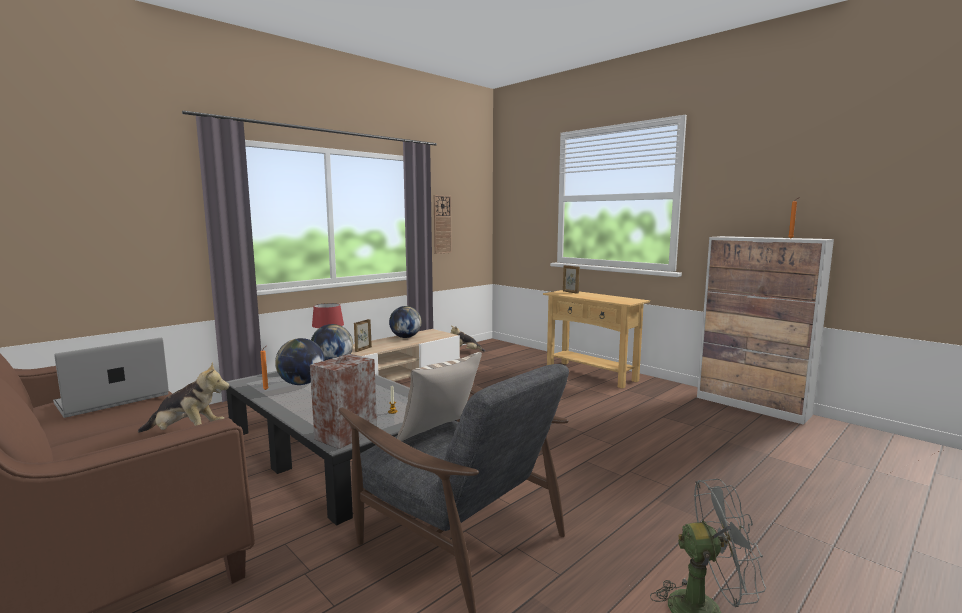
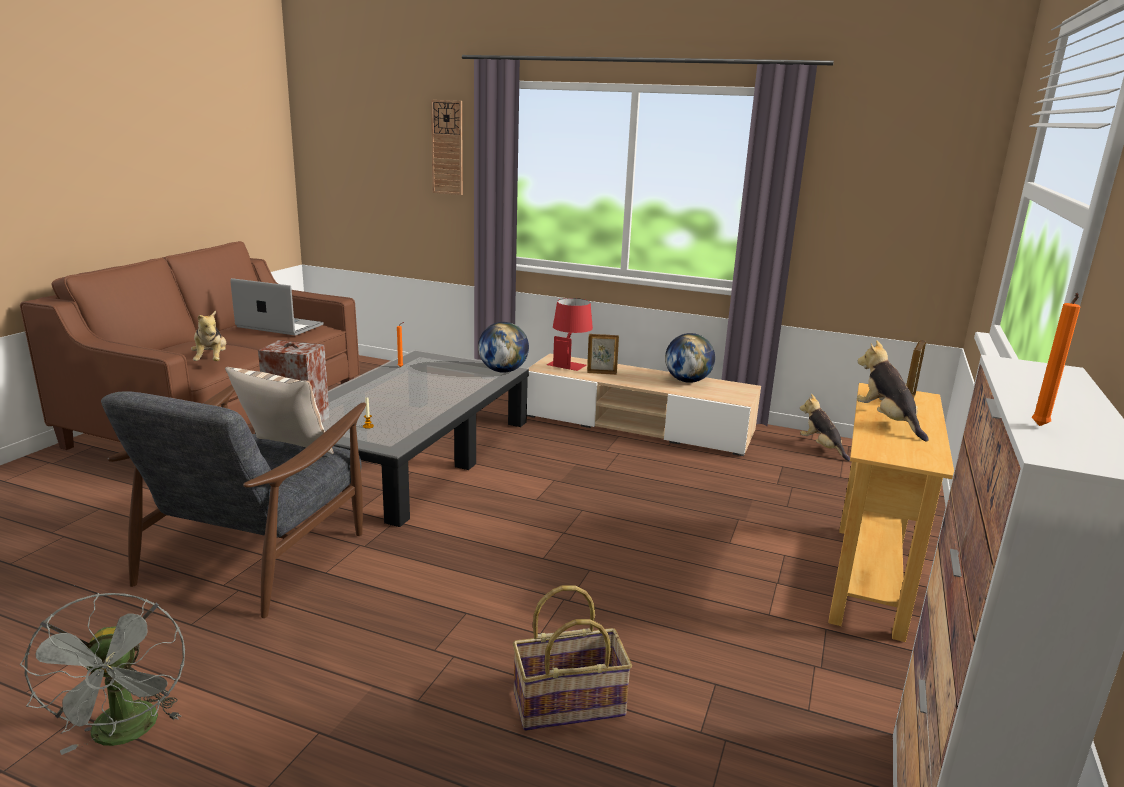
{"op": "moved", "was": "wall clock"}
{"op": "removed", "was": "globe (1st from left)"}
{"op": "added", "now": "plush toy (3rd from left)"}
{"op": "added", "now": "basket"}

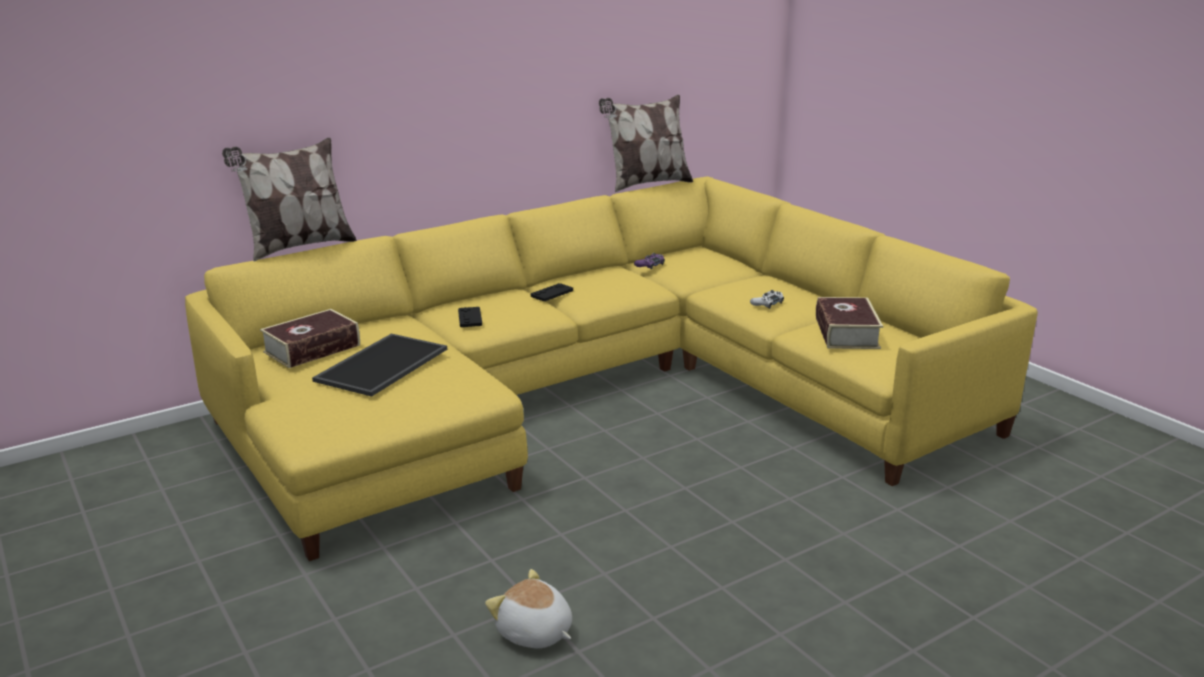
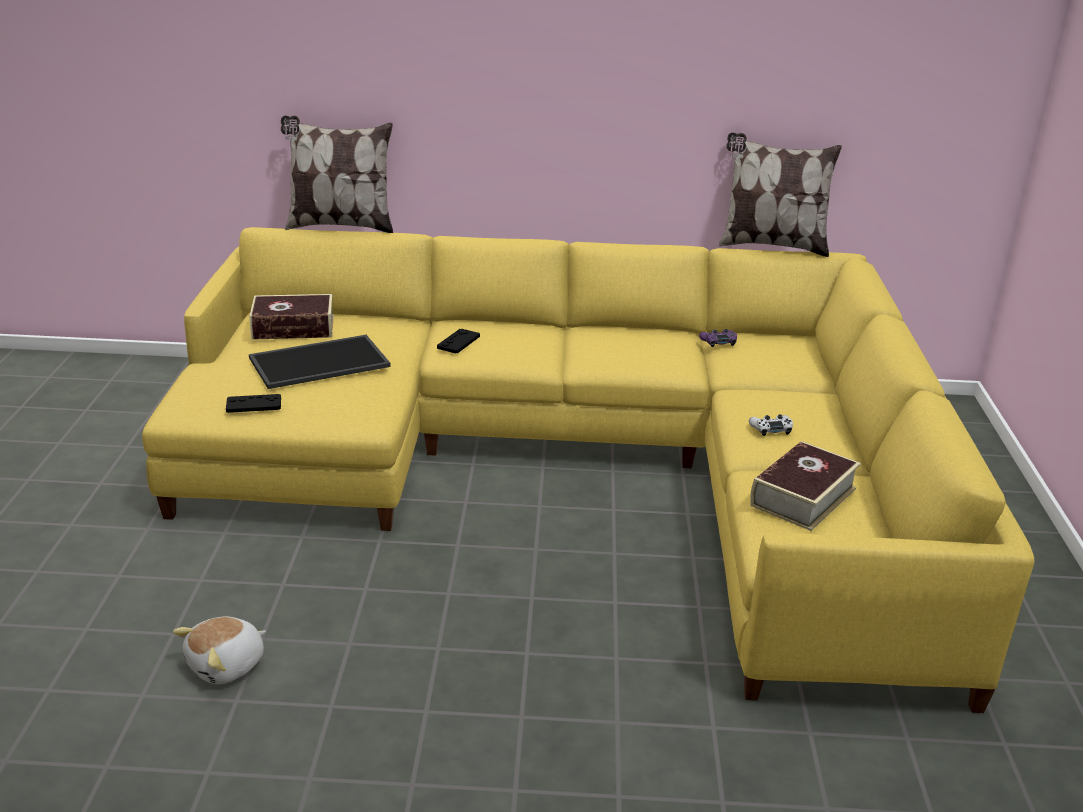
{"op": "moved", "was": "black game controller (2nd from left in the first image)", "now": "black game controller (1st from left)"}
{"op": "turned", "was": "plush toy", "clockwise": -120}

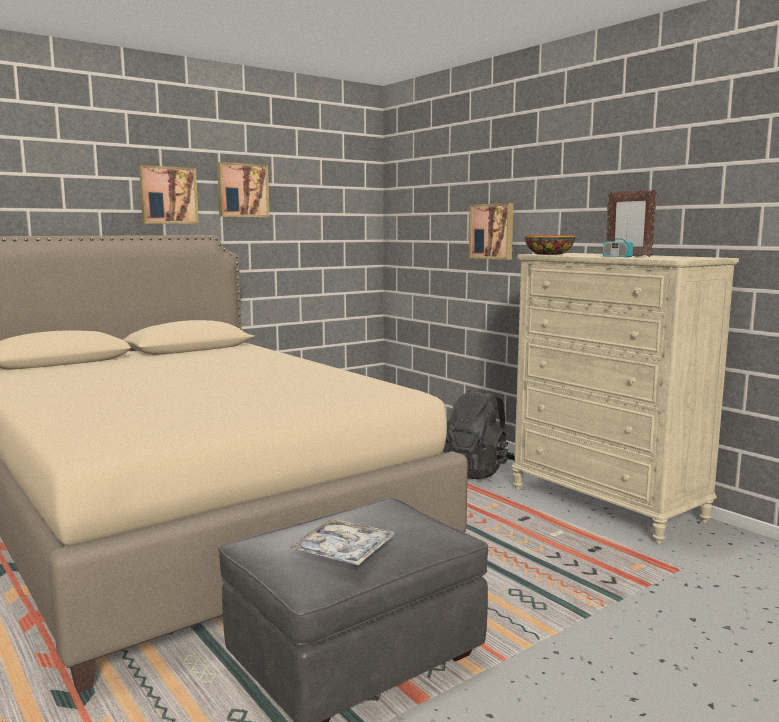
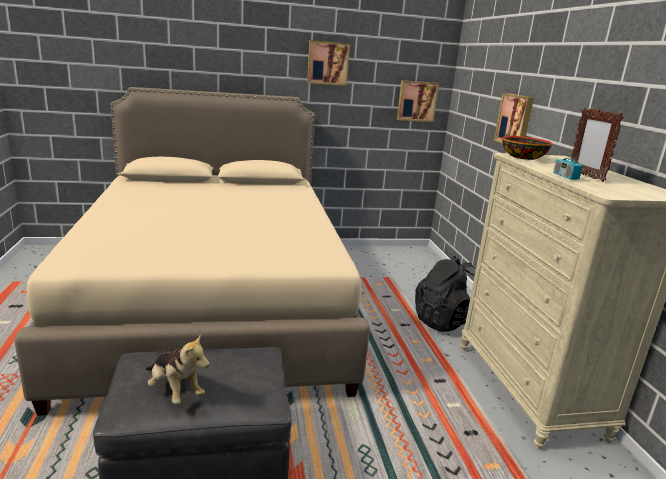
{"op": "moved", "was": "picture (1st from left in the first image)", "now": "picture (2nd from left)"}
{"op": "replaced", "was": "tray", "now": "plush toy"}

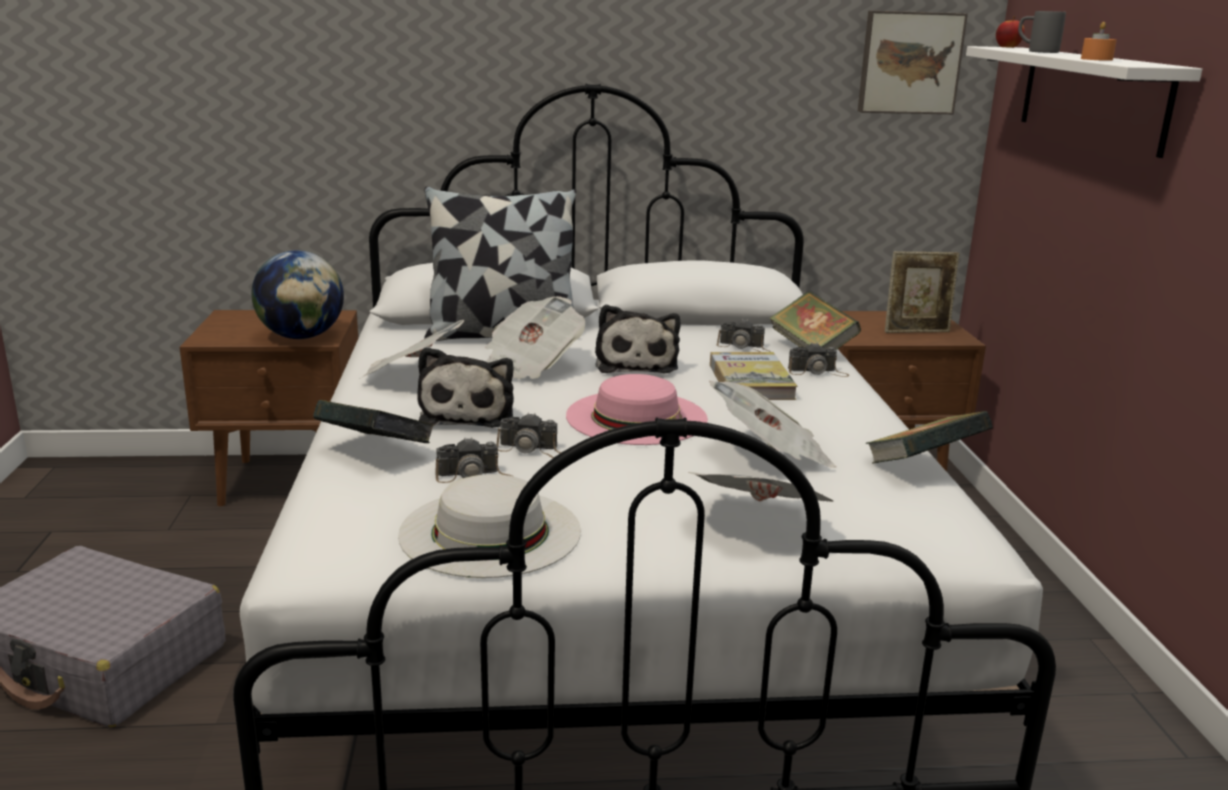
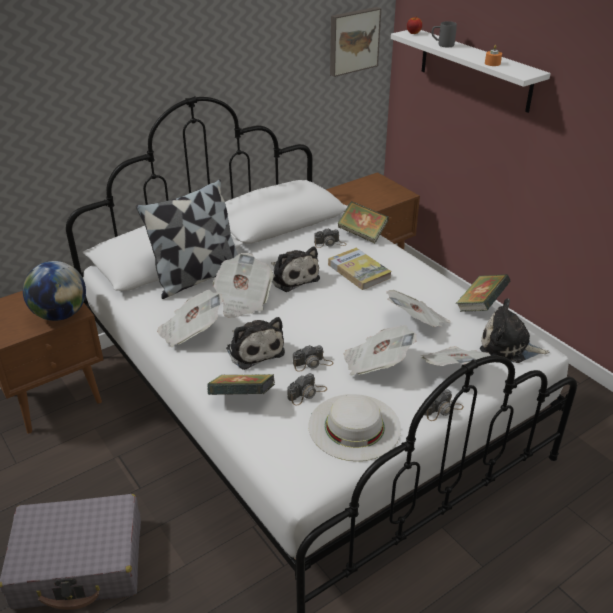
{"op": "removed", "was": "picture frame"}
{"op": "moved", "was": "photo camera (4th from left)"}
{"op": "removed", "was": "pink hat"}
{"op": "added", "now": "plush toy (3rd from left)"}
{"op": "added", "now": "newspaper (3rd from left)"}

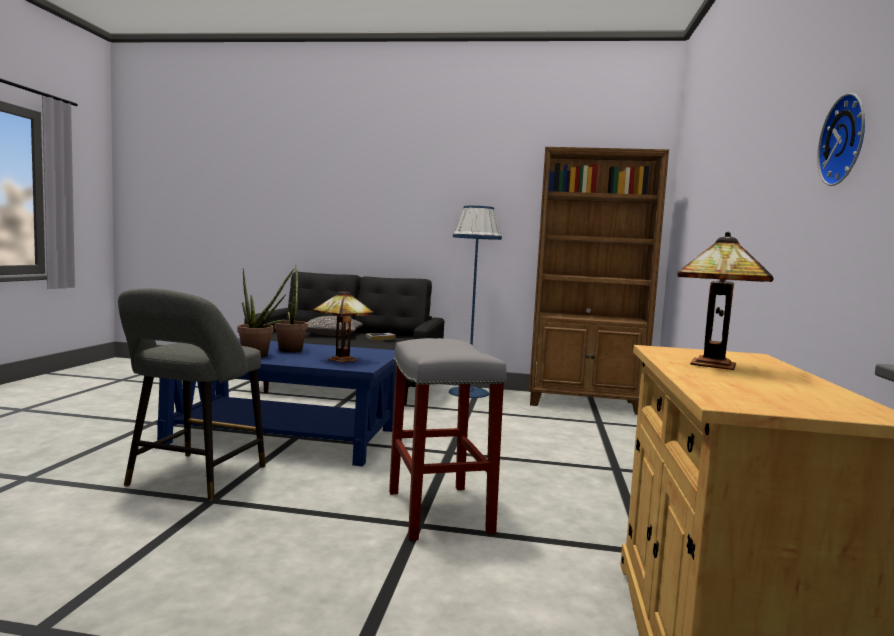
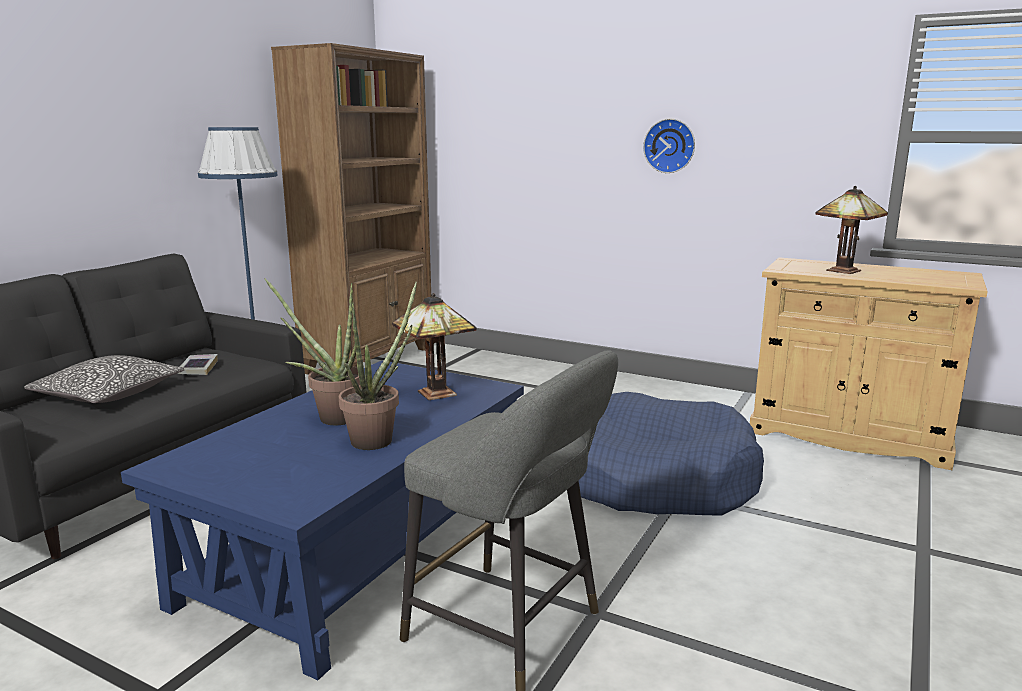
{"op": "moved", "was": "wall clock"}
{"op": "replaced", "was": "grey stool (2nd from left)", "now": "blue dog bed"}

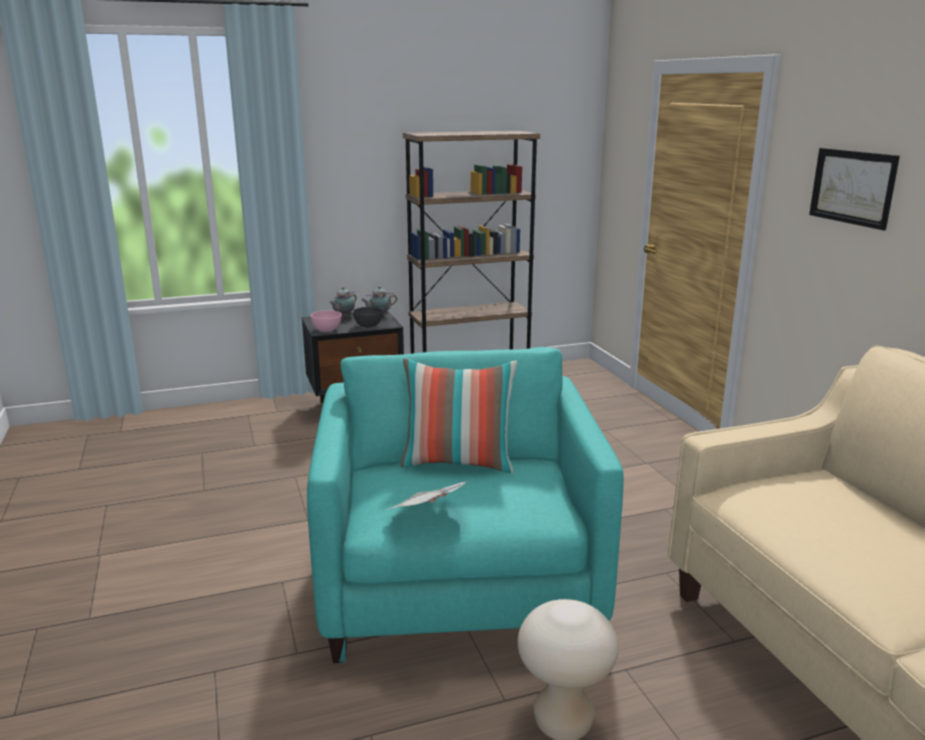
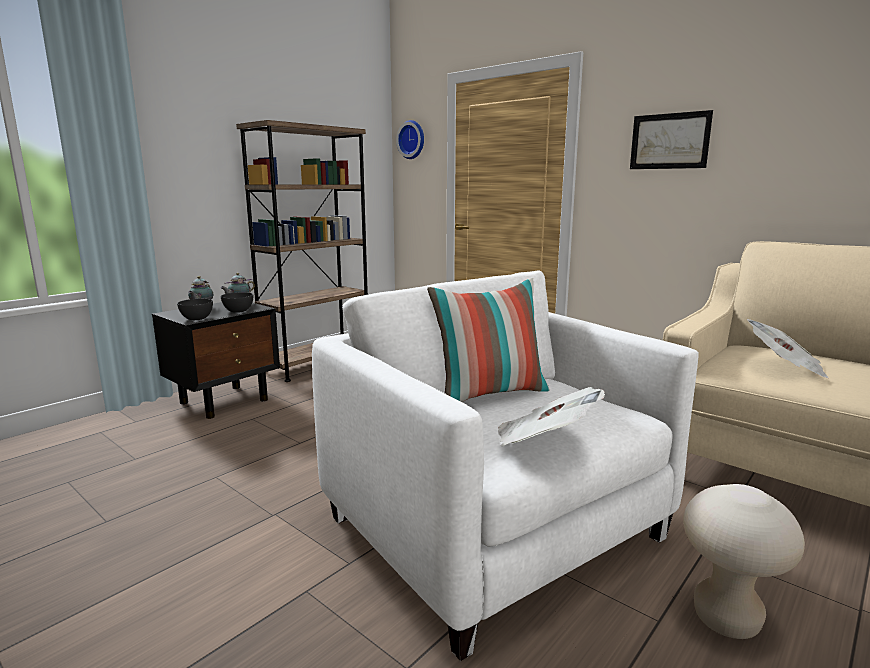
{"op": "recoloured", "was": "pink bowl", "now": "grey bowl (1st from left)"}
{"op": "recoloured", "was": "turquoise armchair", "now": "white armchair"}
{"op": "added", "now": "wall clock"}
{"op": "added", "now": "newspaper (2nd from left)"}

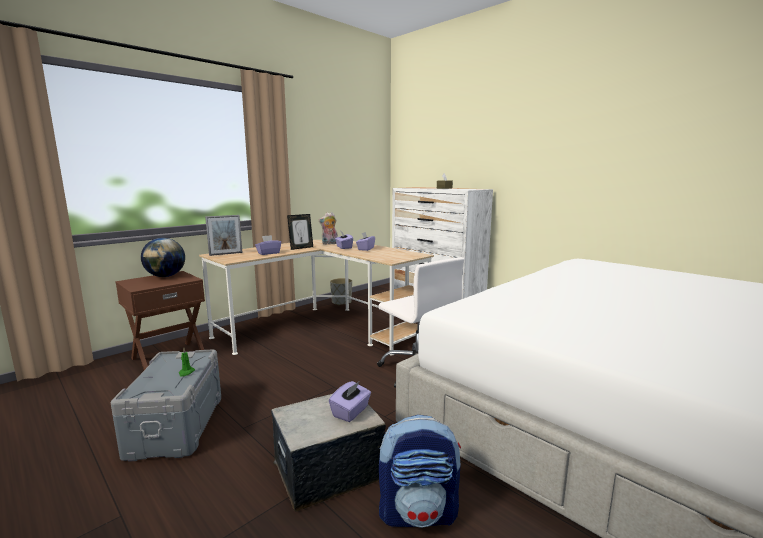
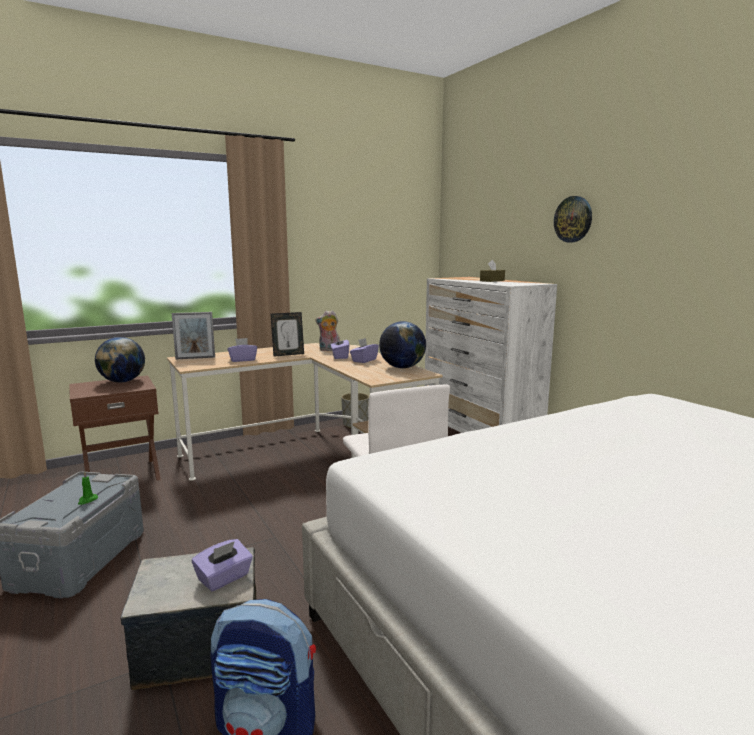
{"op": "added", "now": "wall clock"}
{"op": "added", "now": "globe (2nd from left)"}

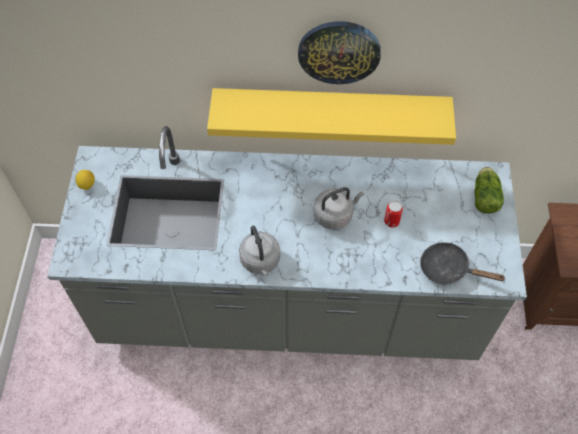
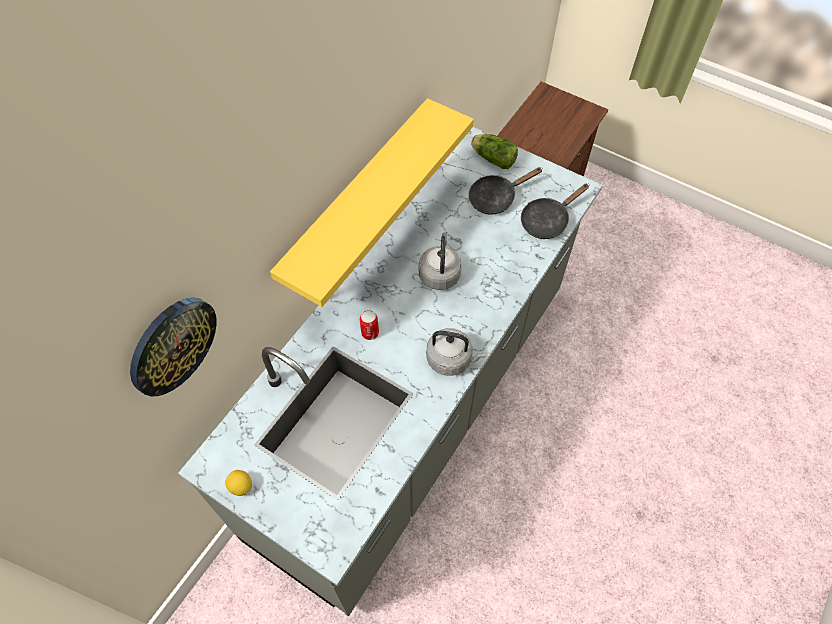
{"op": "moved", "was": "wall clock"}
{"op": "moved", "was": "can"}
{"op": "added", "now": "black frying pan (1st from left)"}

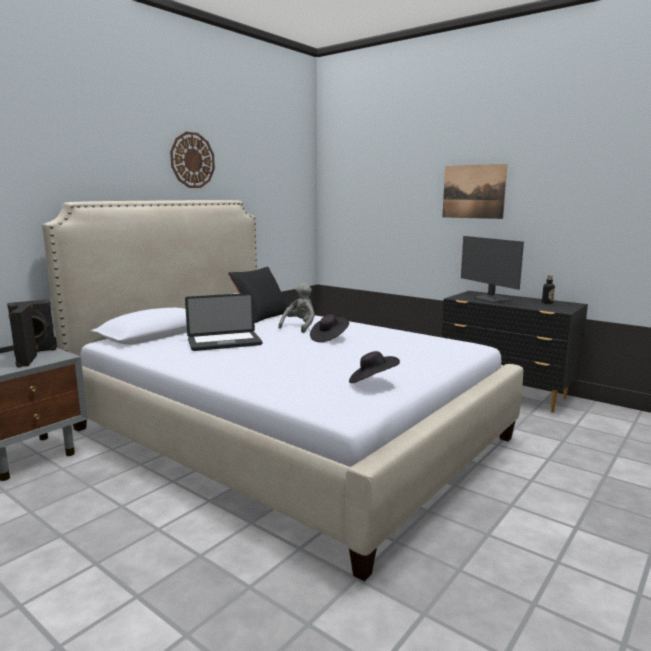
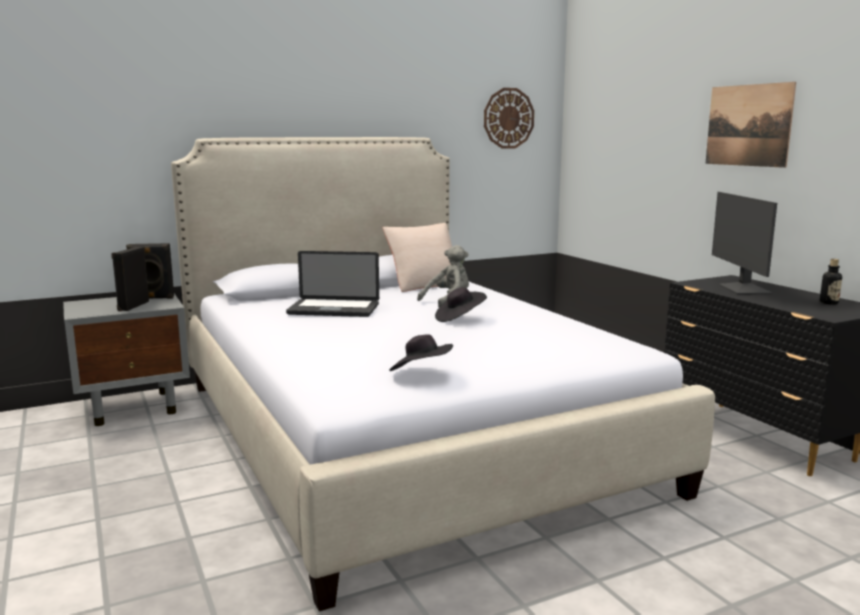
{"op": "moved", "was": "wall clock"}
{"op": "recoloured", "was": "black pillow", "now": "beige pillow"}

